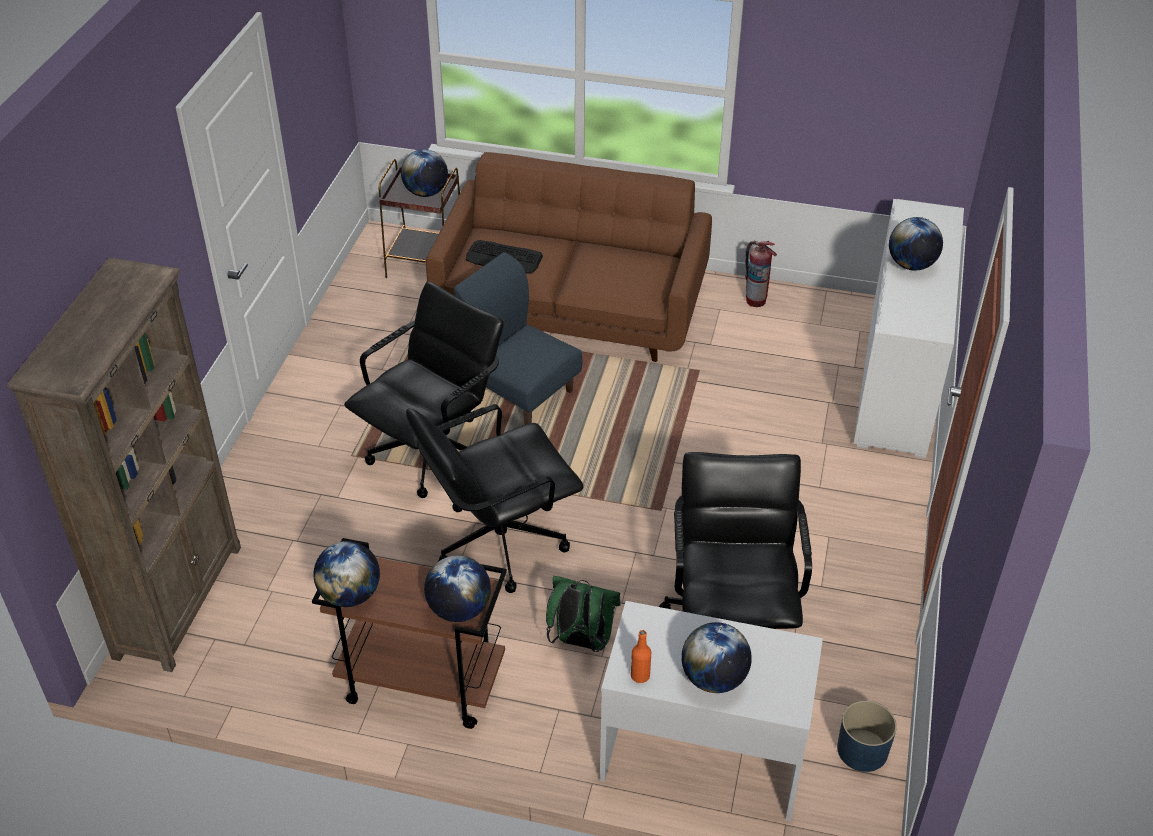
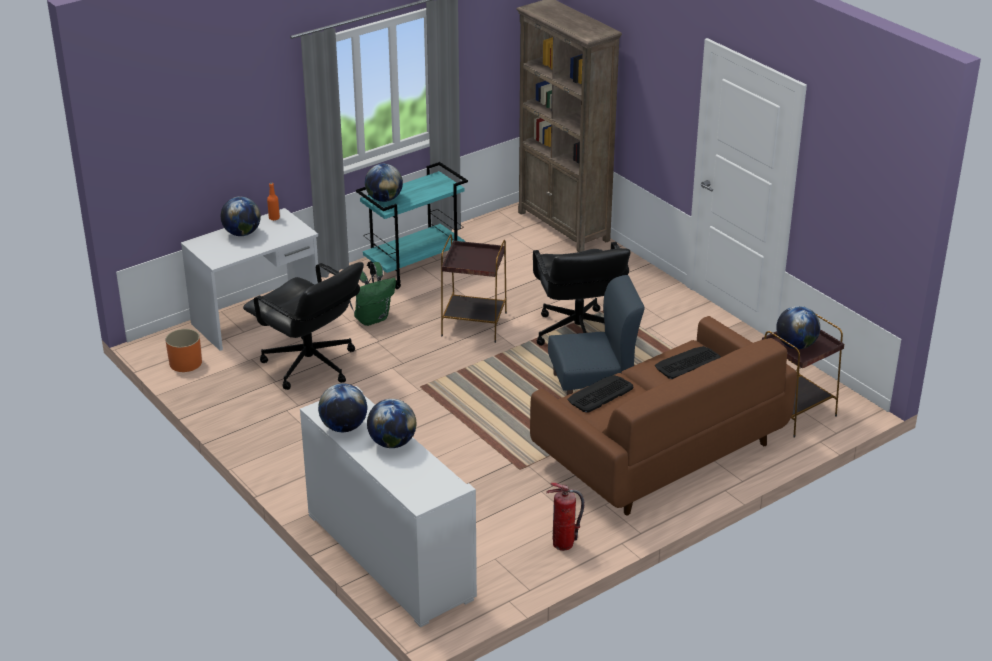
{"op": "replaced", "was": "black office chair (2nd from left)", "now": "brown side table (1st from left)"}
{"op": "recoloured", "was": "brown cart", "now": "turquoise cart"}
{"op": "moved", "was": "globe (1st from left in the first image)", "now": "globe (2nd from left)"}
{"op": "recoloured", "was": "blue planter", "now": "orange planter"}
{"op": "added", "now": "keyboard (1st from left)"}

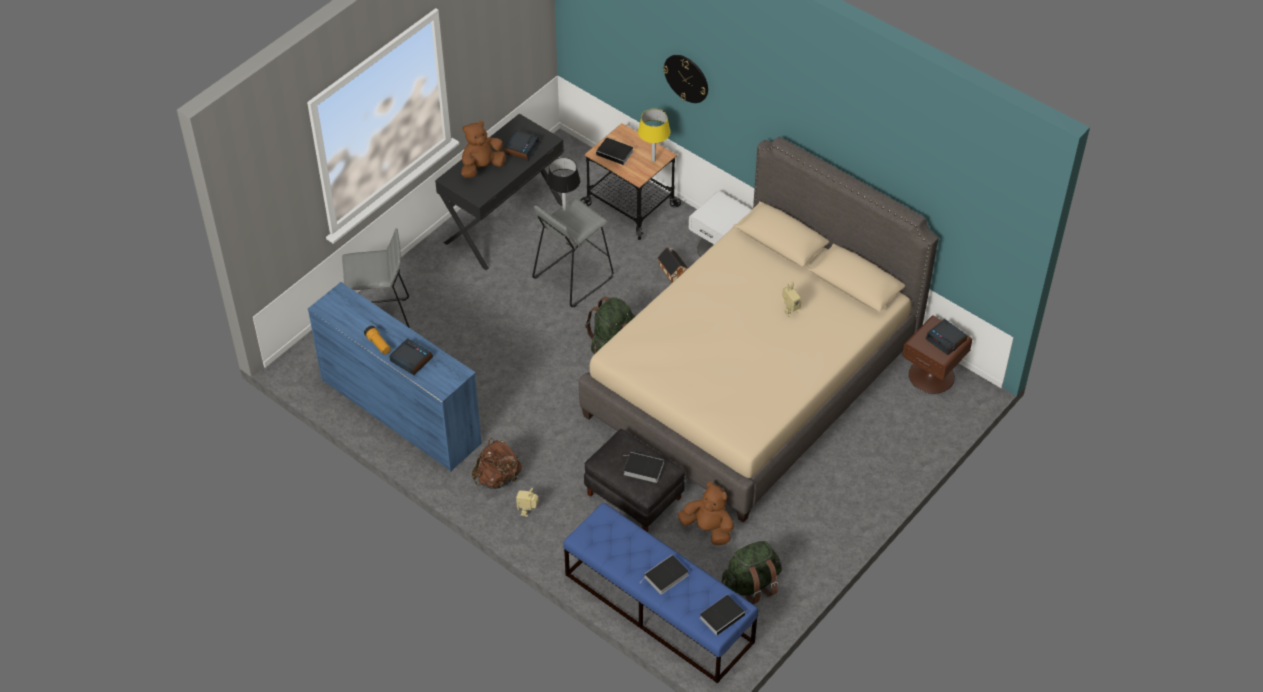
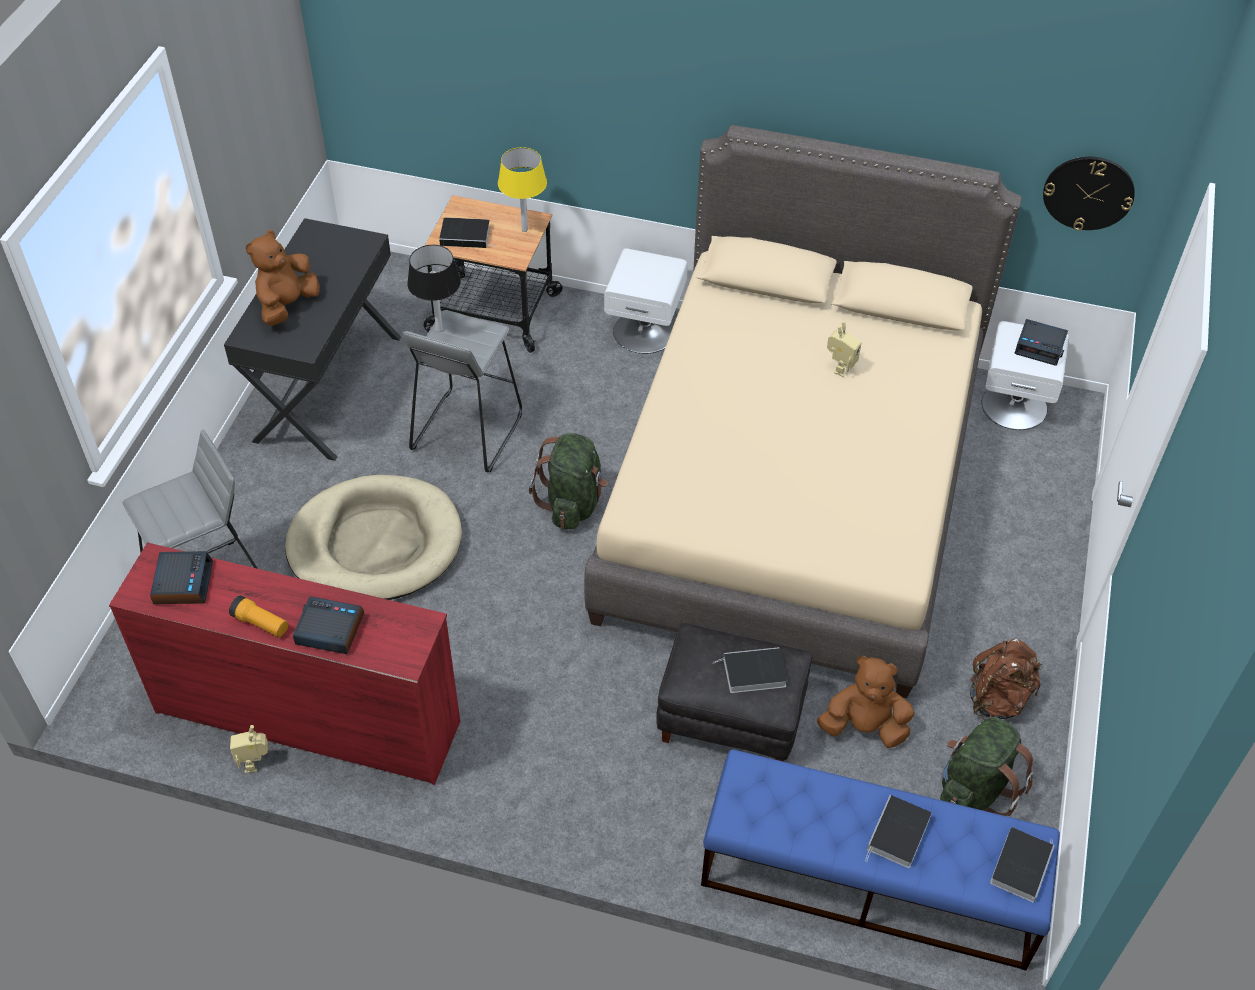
{"op": "moved", "was": "wall clock"}
{"op": "moved", "was": "alarm clock (2nd from left in the first image)", "now": "alarm clock (1st from left)"}
{"op": "removed", "was": "toy house"}
{"op": "recoloured", "was": "blue dresser", "now": "red dresser"}
{"op": "recoloured", "was": "brown nightstand", "now": "white nightstand (2nd from left)"}
{"op": "moved", "was": "brown backpack"}
{"op": "moved", "was": "toy robot (1st from left)"}
{"op": "added", "now": "beige dog bed"}

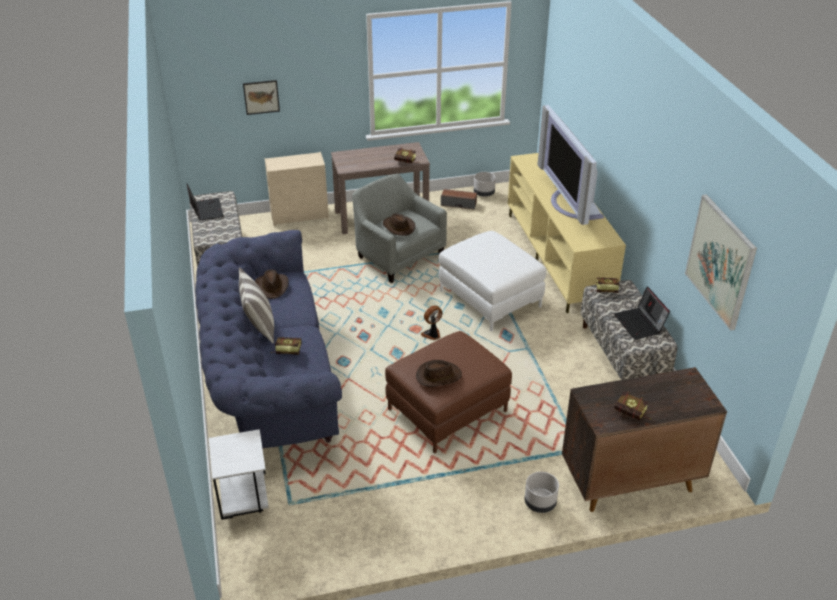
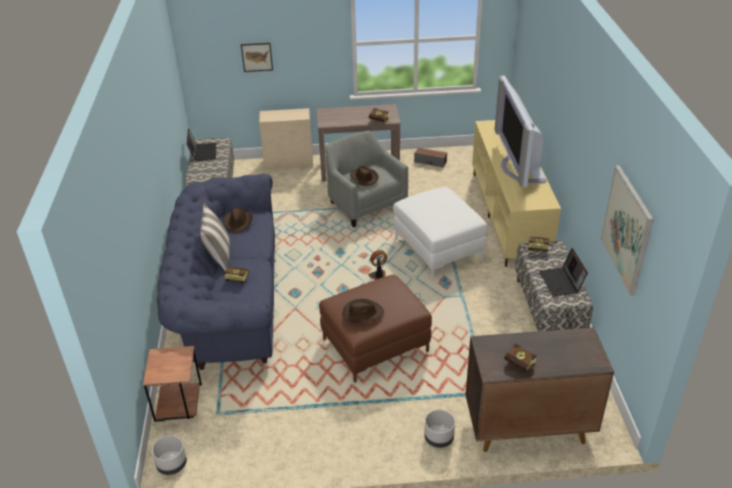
{"op": "moved", "was": "grey planter (1st from left)"}
{"op": "recoloured", "was": "white side table", "now": "brown side table"}

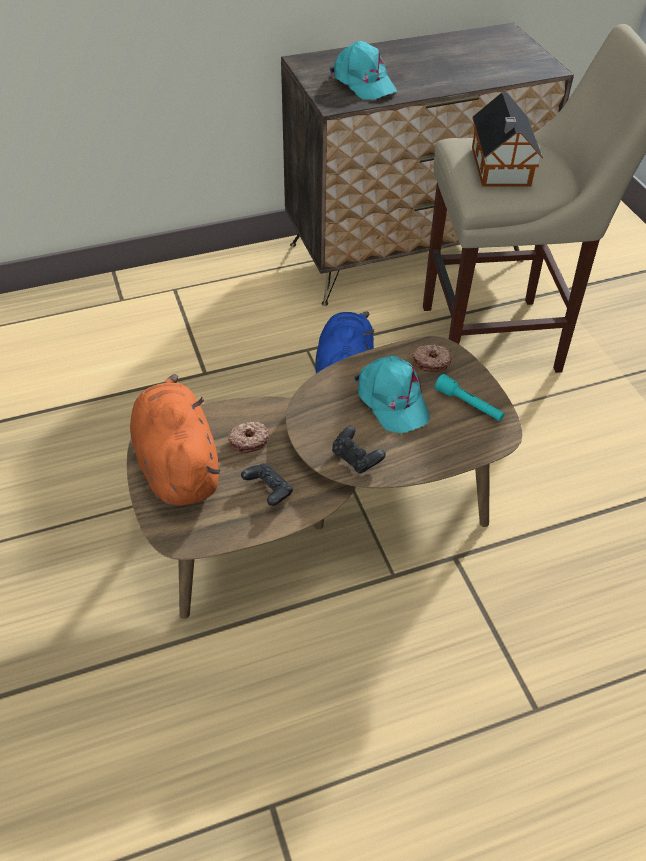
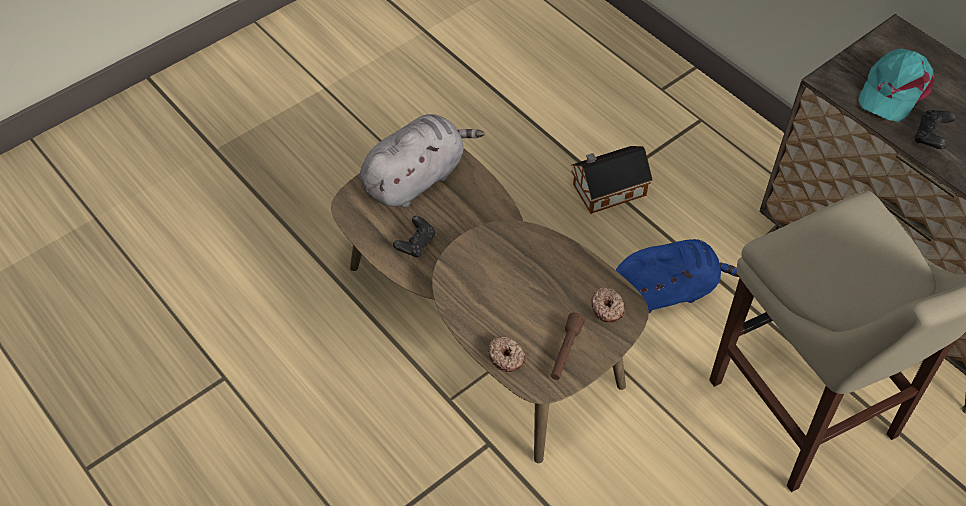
{"op": "moved", "was": "toy house"}
{"op": "removed", "was": "turquoise cap (2nd from left)"}
{"op": "recoloured", "was": "orange plush toy", "now": "grey plush toy"}
{"op": "recoloured", "was": "turquoise flashlight", "now": "brown flashlight"}
{"op": "moved", "was": "donut (1st from left)"}
{"op": "moved", "was": "black game controller (2nd from left)"}

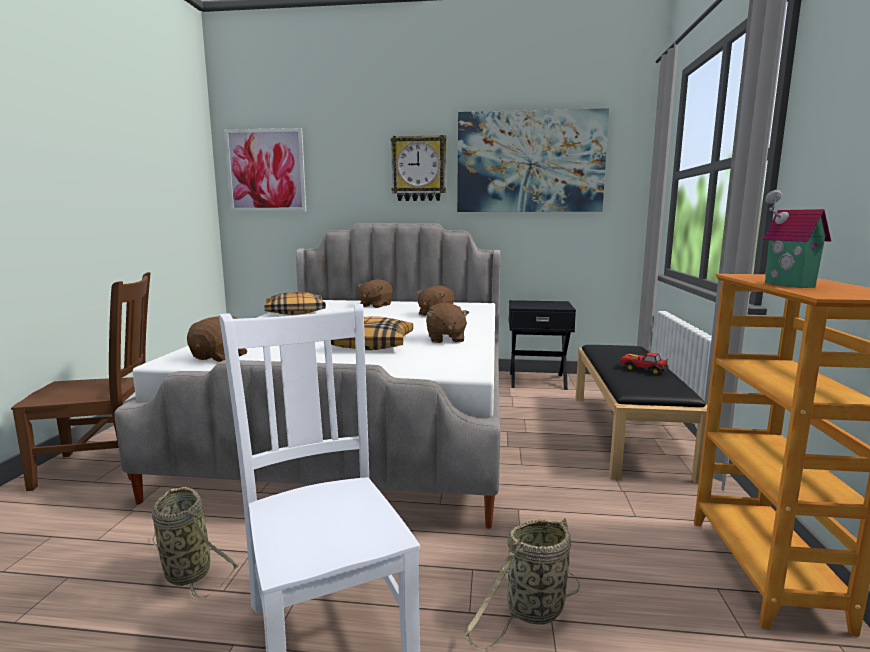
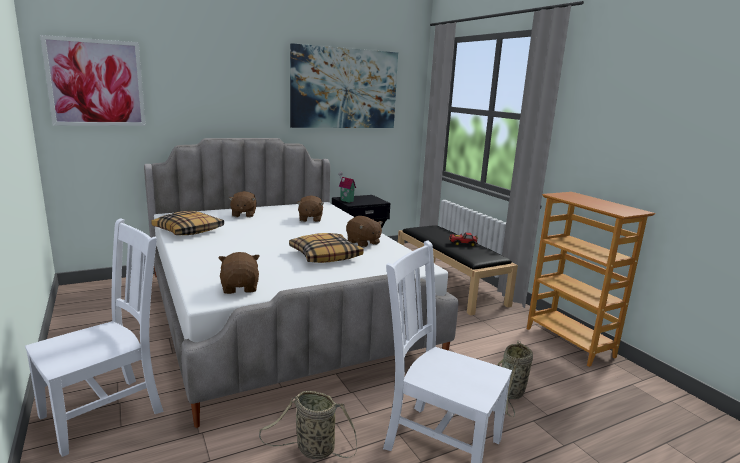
{"op": "removed", "was": "wall clock"}
{"op": "moved", "was": "toy house"}
{"op": "recoloured", "was": "brown chair", "now": "white chair (1st from left)"}

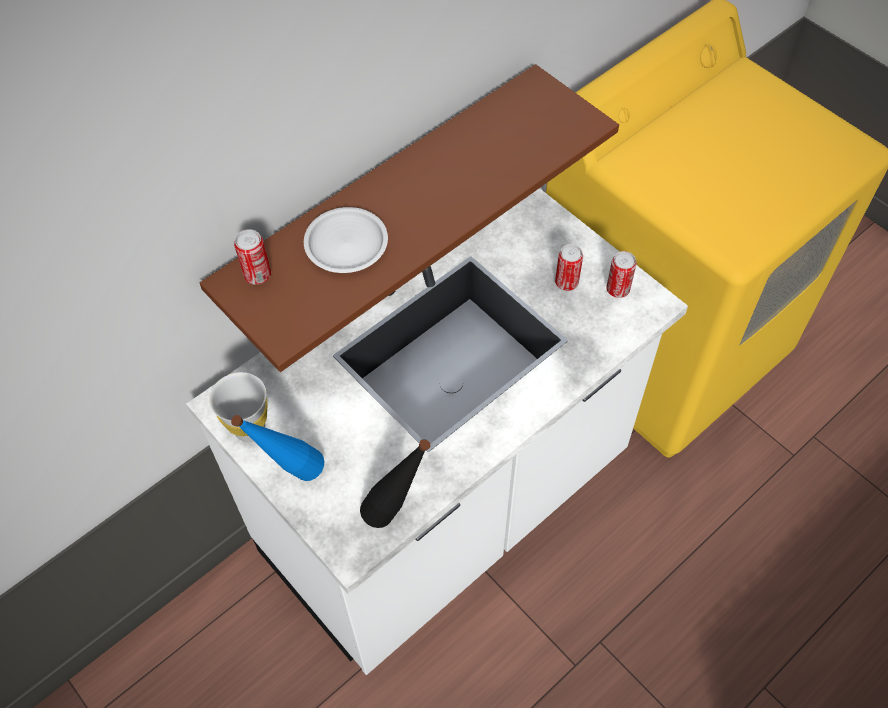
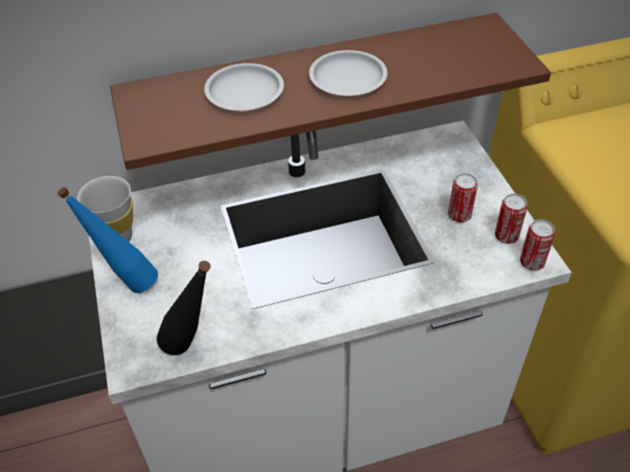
{"op": "moved", "was": "can (1st from left in the first image)", "now": "can (3rd from left)"}
{"op": "added", "now": "white plate (2nd from left)"}

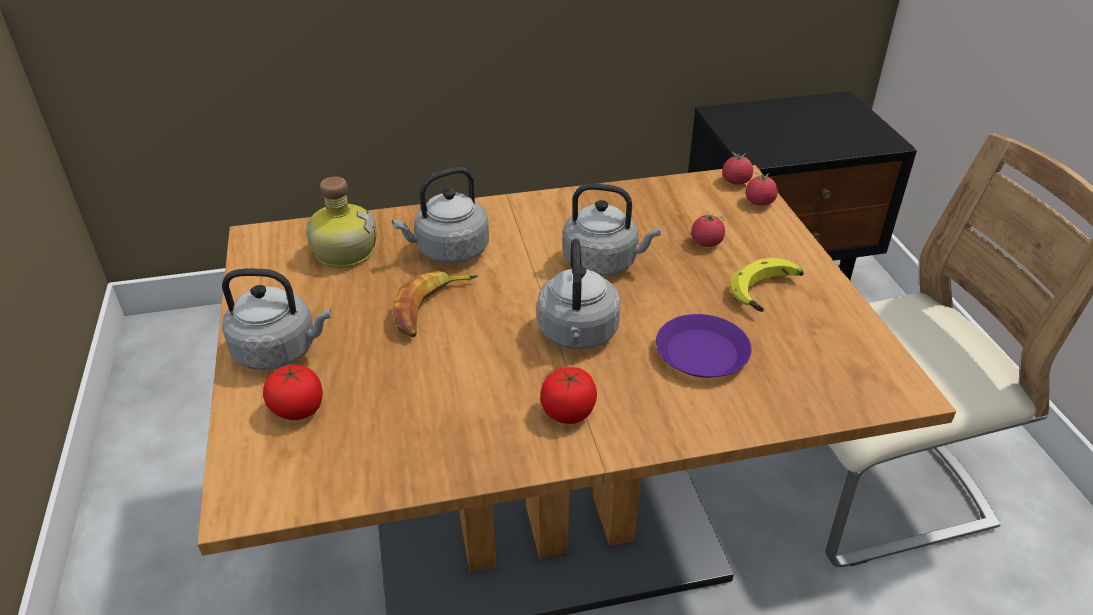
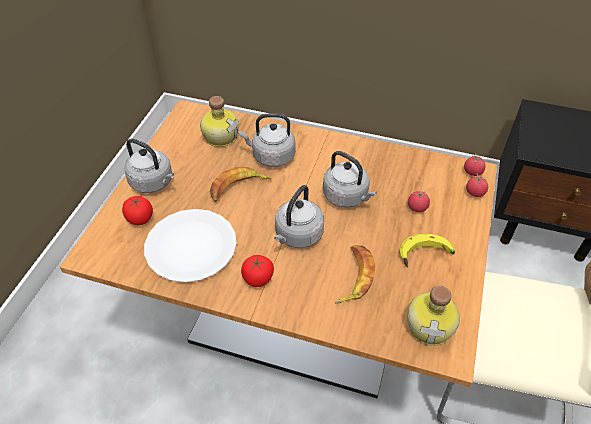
{"op": "replaced", "was": "purple plate", "now": "banana (2nd from left)"}
{"op": "added", "now": "white plate"}
{"op": "added", "now": "bottle (2nd from left)"}

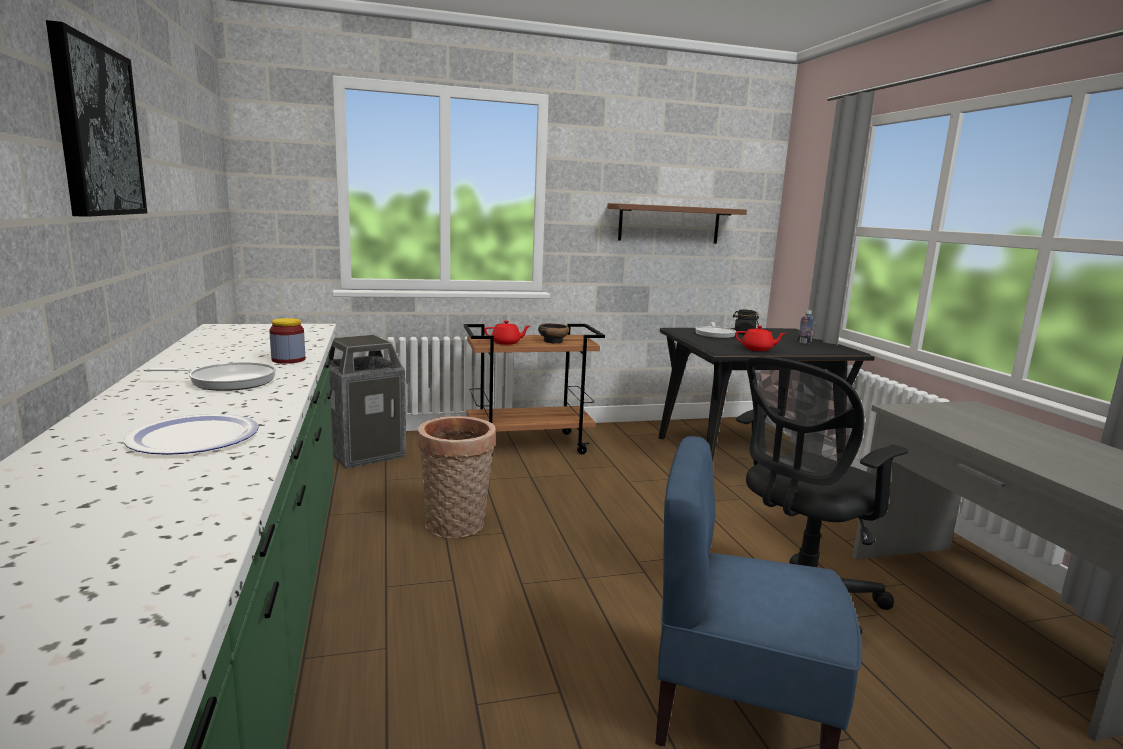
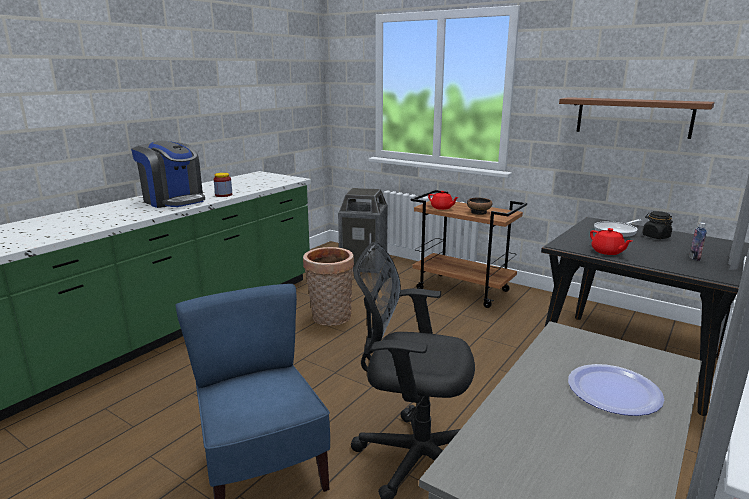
{"op": "removed", "was": "picture"}
{"op": "replaced", "was": "frying pan (1st from left)", "now": "coffee machine"}
{"op": "moved", "was": "plate"}

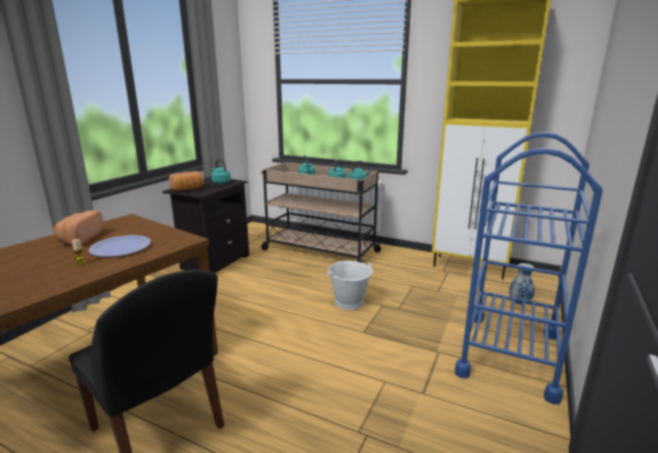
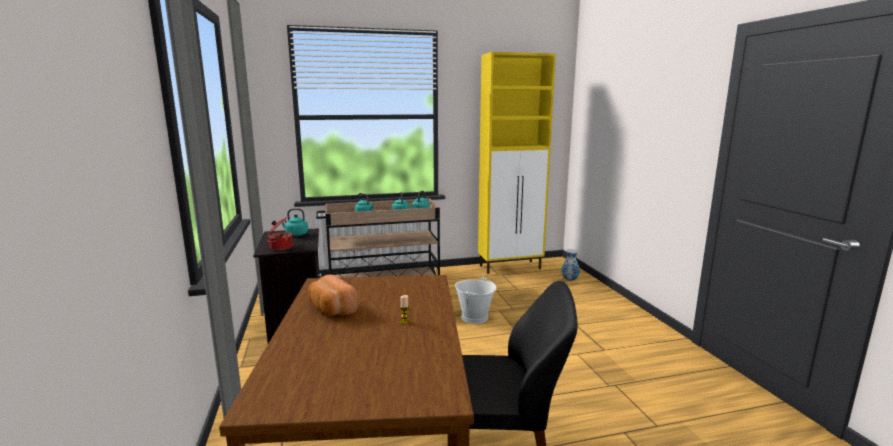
{"op": "removed", "was": "blue cart"}
{"op": "replaced", "was": "bread (2nd from left)", "now": "cooking pot"}
{"op": "removed", "was": "plate"}

